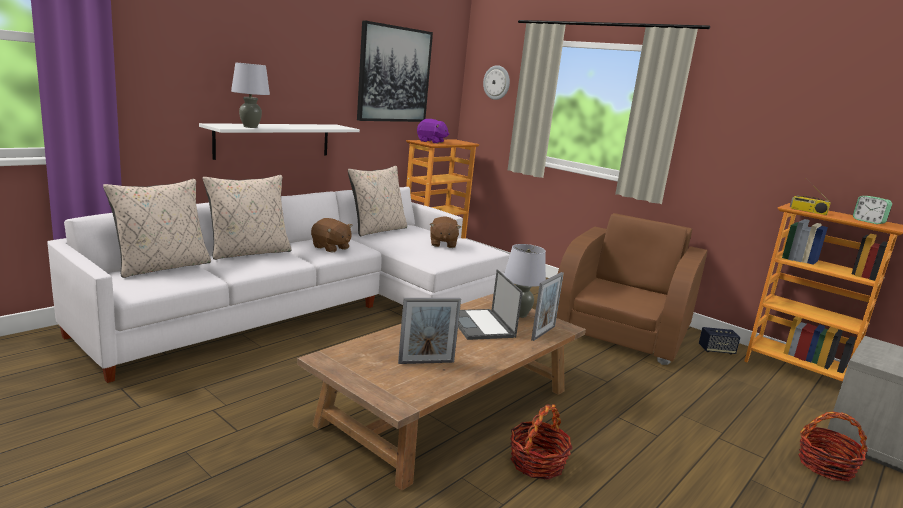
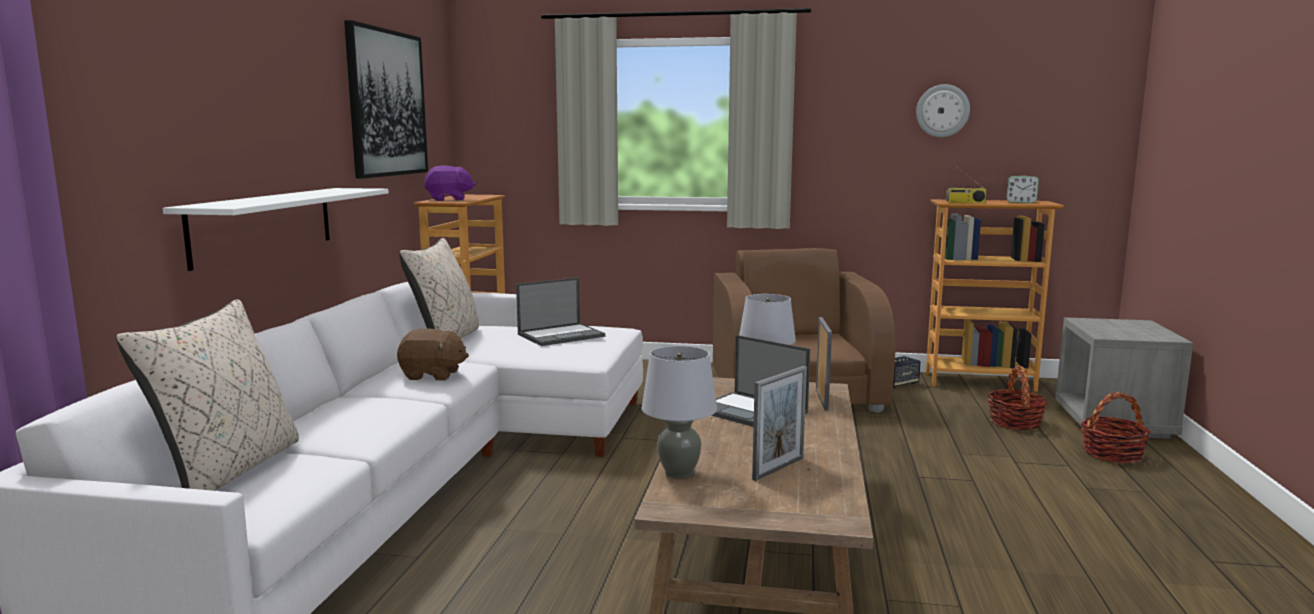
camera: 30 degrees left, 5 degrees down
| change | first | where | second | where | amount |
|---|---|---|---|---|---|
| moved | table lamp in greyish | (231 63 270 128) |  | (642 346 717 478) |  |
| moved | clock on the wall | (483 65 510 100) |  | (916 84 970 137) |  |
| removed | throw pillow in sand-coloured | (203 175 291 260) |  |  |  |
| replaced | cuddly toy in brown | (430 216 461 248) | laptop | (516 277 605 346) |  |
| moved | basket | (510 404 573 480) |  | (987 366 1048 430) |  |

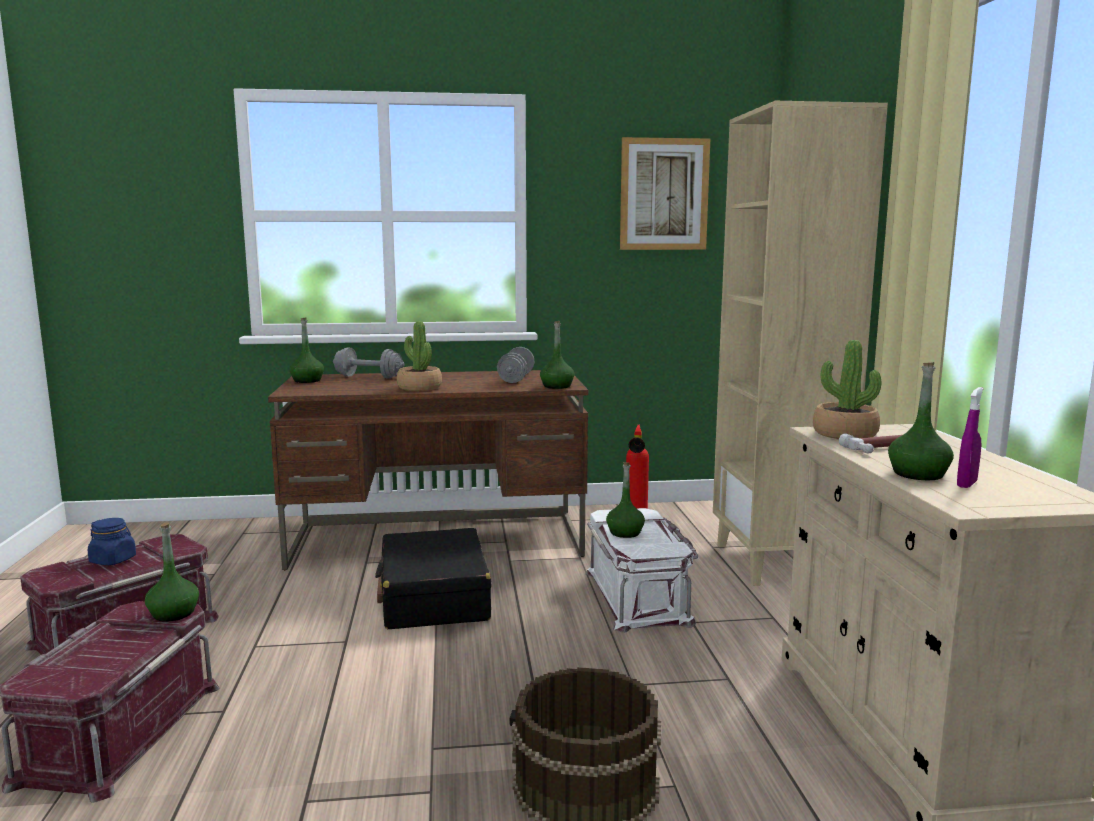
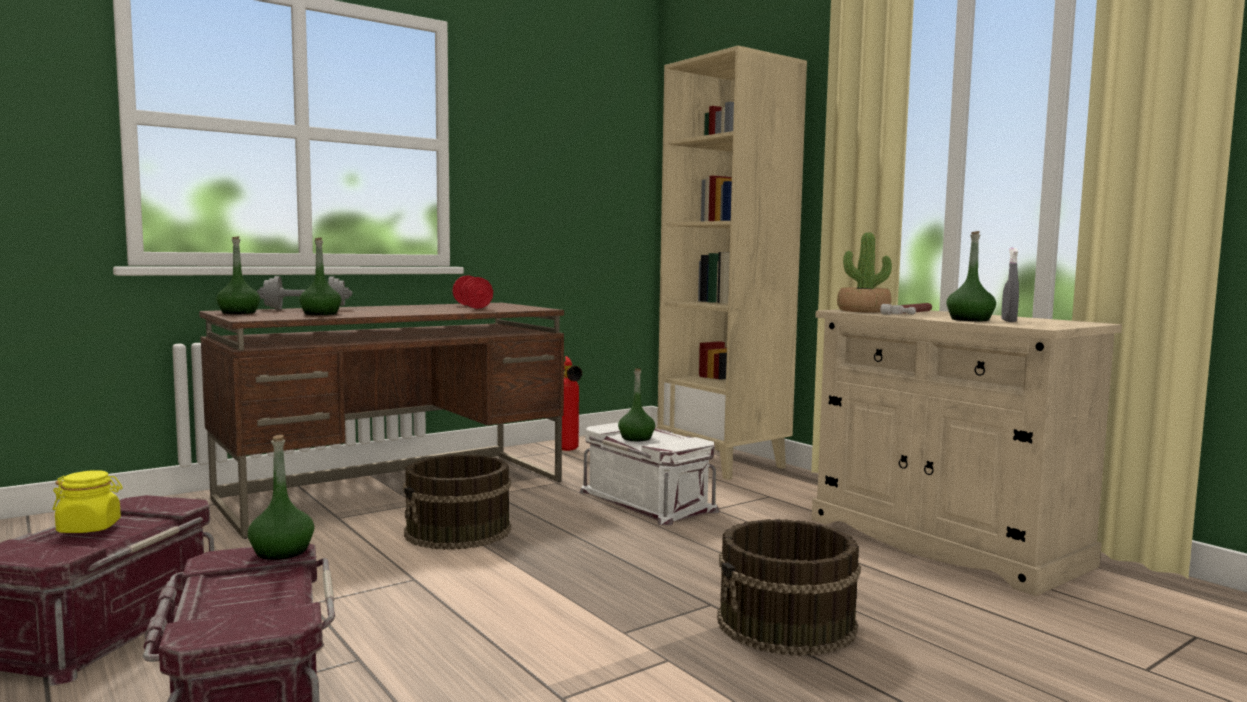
camera: 30 degrees left, 5 degrees down
| change | first | where | second | where | amount |
|---|---|---|---|---|---|
| removed | wall picture | (620 137 710 250) |  |  |  |
| removed | potted plant | (397 321 442 391) |  |  |  |
| moved | bottle in green-coloured | (540 321 574 389) |  | (299 237 342 315) |  |
| recoloured | hand weight in greyish | (497 347 535 383) | hand weight in red-coloured | (452 275 493 309) |  |
| recoloured | spray bottle in purple-coloured | (957 387 983 488) | spray bottle in greyish | (1001 248 1019 322) |  |
| recoloured | preserve jar in bluish | (87 518 136 565) | preserve jar in yellowish | (52 470 123 533) |  |
| replaced | suitcase in blackish | (375 528 492 629) | pail in brown | (403 455 511 550) |  |

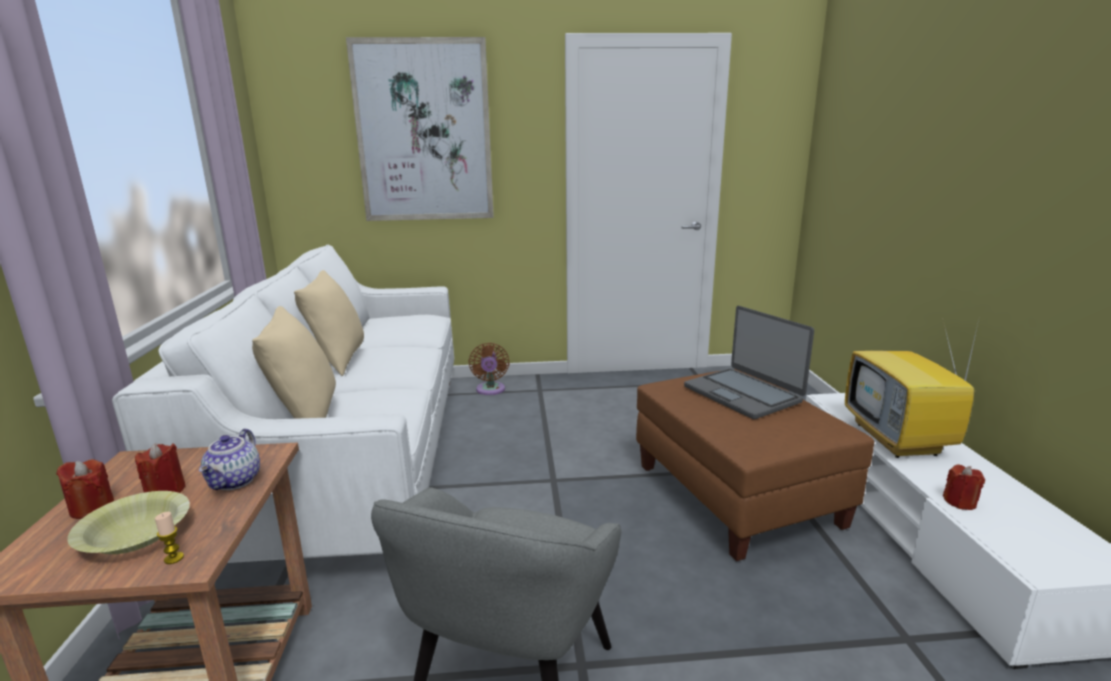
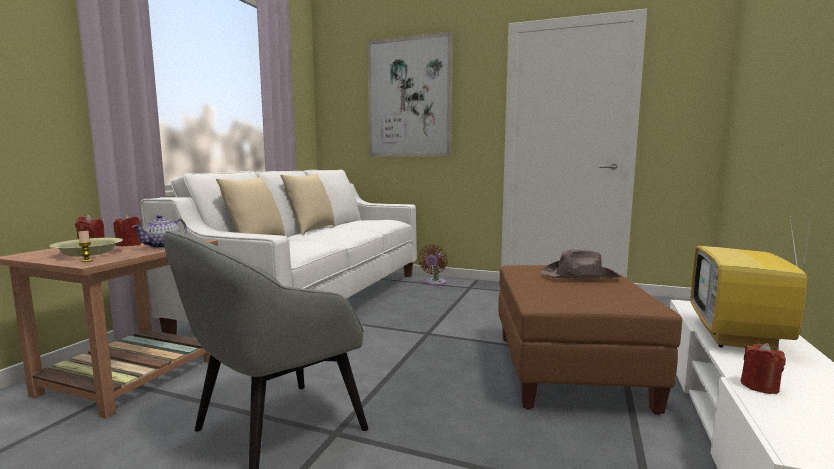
camera: 25 degrees right, 10 degrees down
| change | first | where | second | where | amount |
|---|---|---|---|---|---|
| replaced | laptop | (684 306 814 419) | hat in brown | (540 249 621 278) |  |

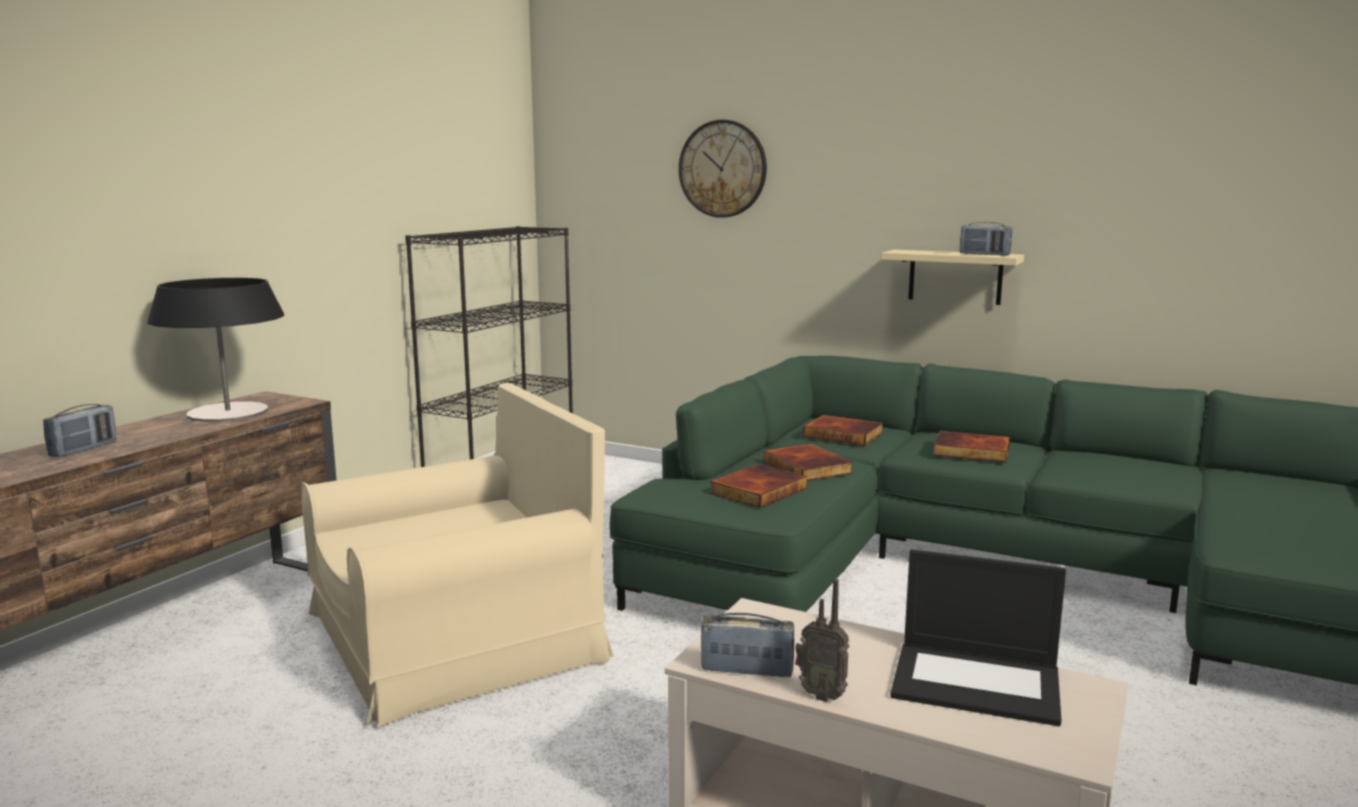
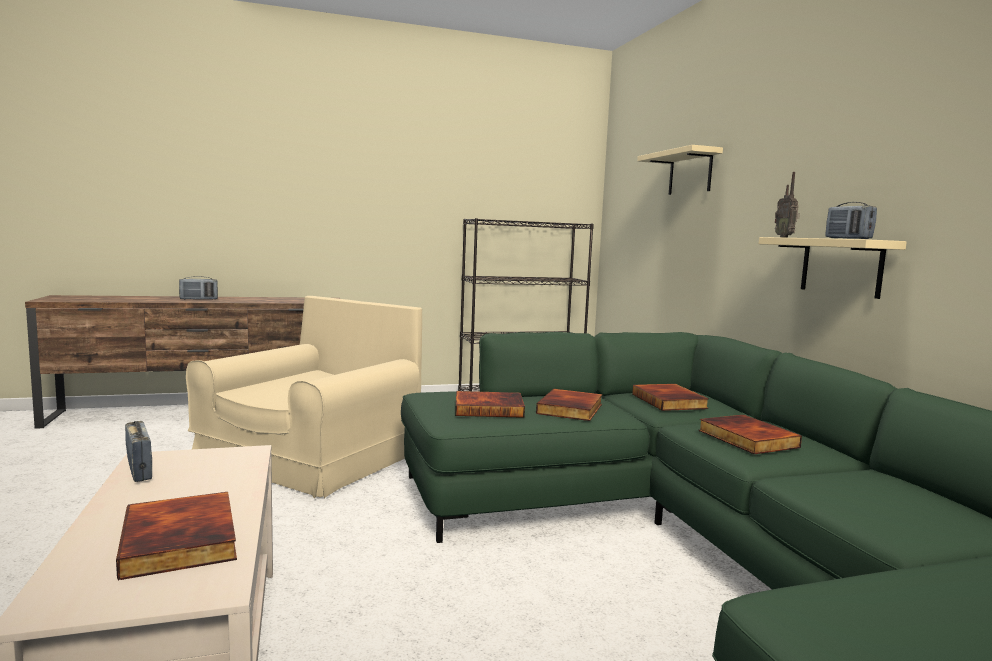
camera: 45 degrees right, 5 degrees down
| change | first | where | second | where | amount |
|---|---|---|---|---|---|
| replaced | clock on the wall | (679 120 767 218) | bracket shelf in sand-coloured | (637 145 723 195) |  |
| removed | table lamp | (147 278 284 422) |  |  |  |
| turned | easy chair in sand-coloured | (301 383 614 728) |  | (186 296 422 499) | 75 degrees counterclockwise |
| replaced | laptop | (890 549 1066 726) | volume | (116 492 237 580) |  |
| moved | radio | (795 579 849 702) |  | (775 172 800 238) |  |

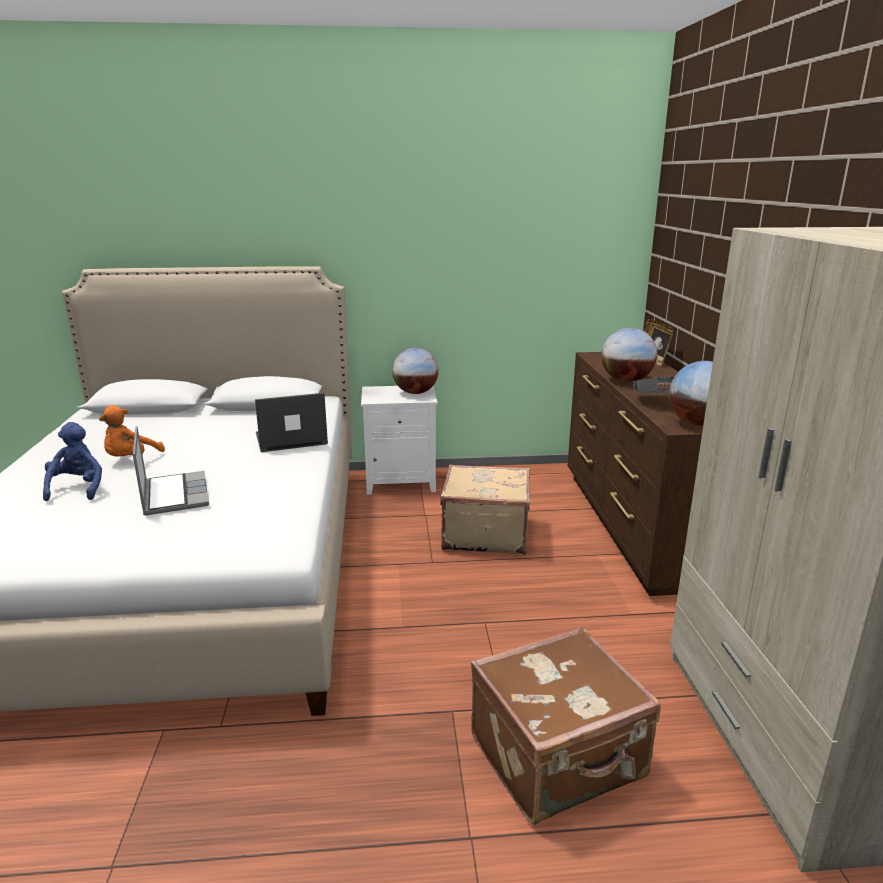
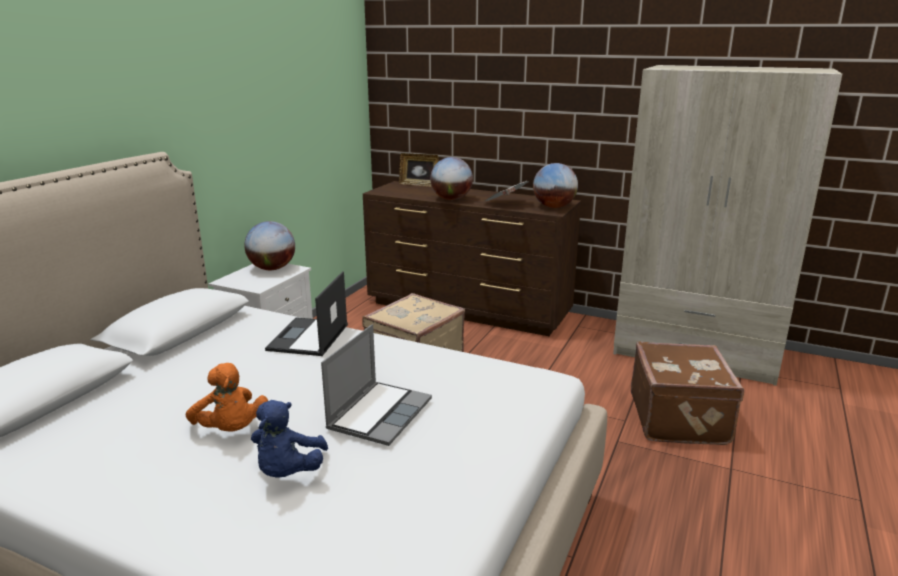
camera: 60 degrees left, 0 degrees up
| change | first | where | second | where | amount |
|---|---|---|---|---|---|
| turned | cuddly toy in bluish | (43 422 102 501) |  | (251 400 328 478) | 105 degrees counterclockwise |
| turned | laptop | (133 426 209 515) |  | (321 324 432 446) | 105 degrees clockwise |

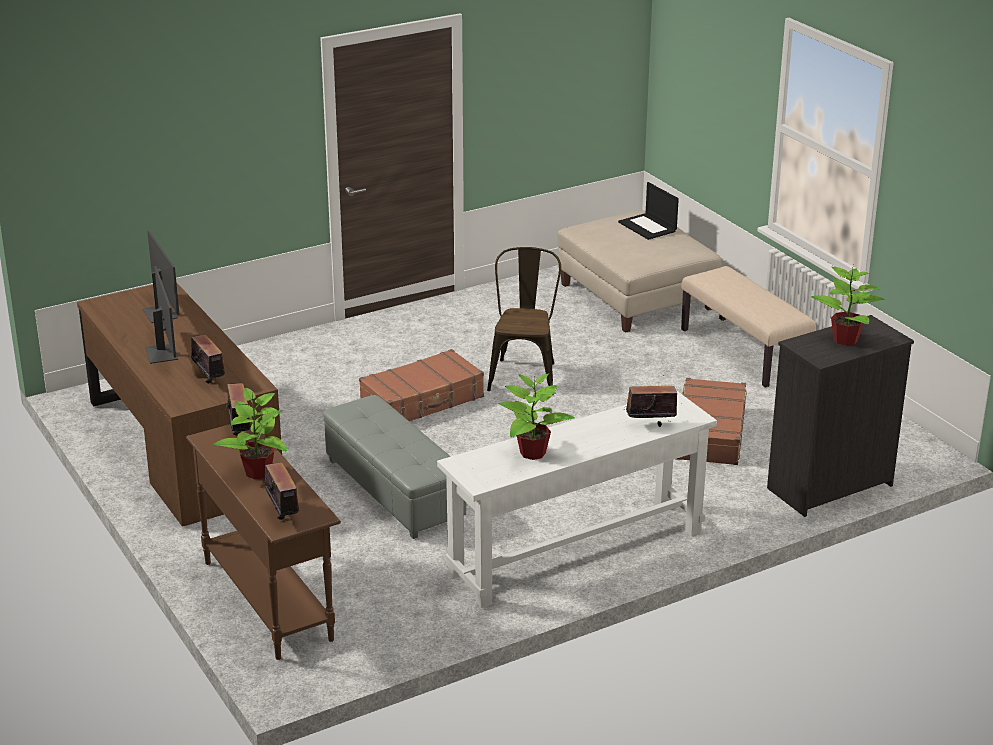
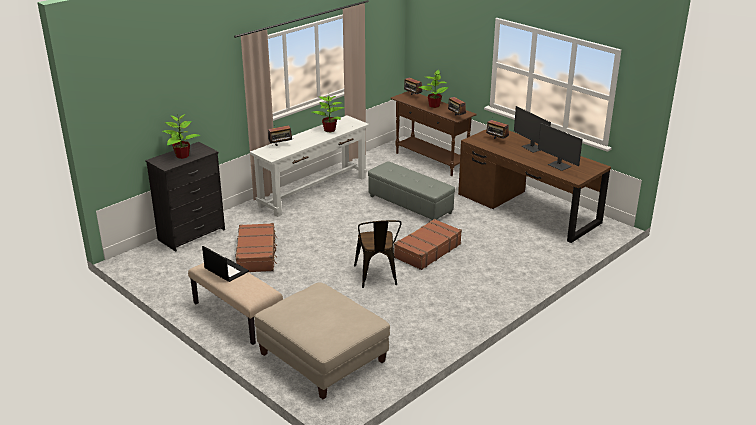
camera: 165 degrees right, 0 degrees up
| change | first | where | second | where | amount |
|---|---|---|---|---|---|
| moved | laptop | (618 182 679 240) |  | (202 246 249 282) |  |

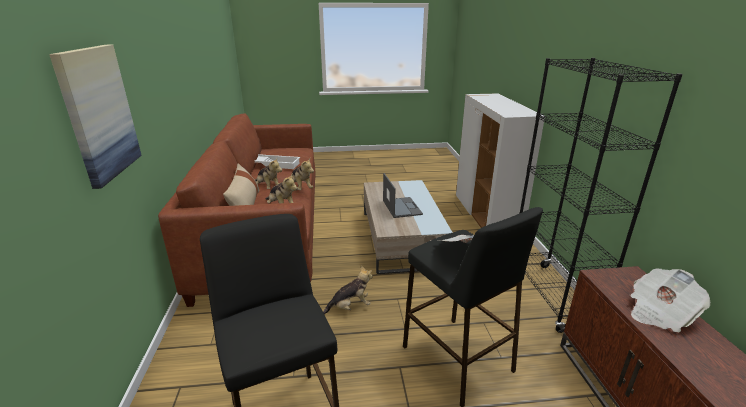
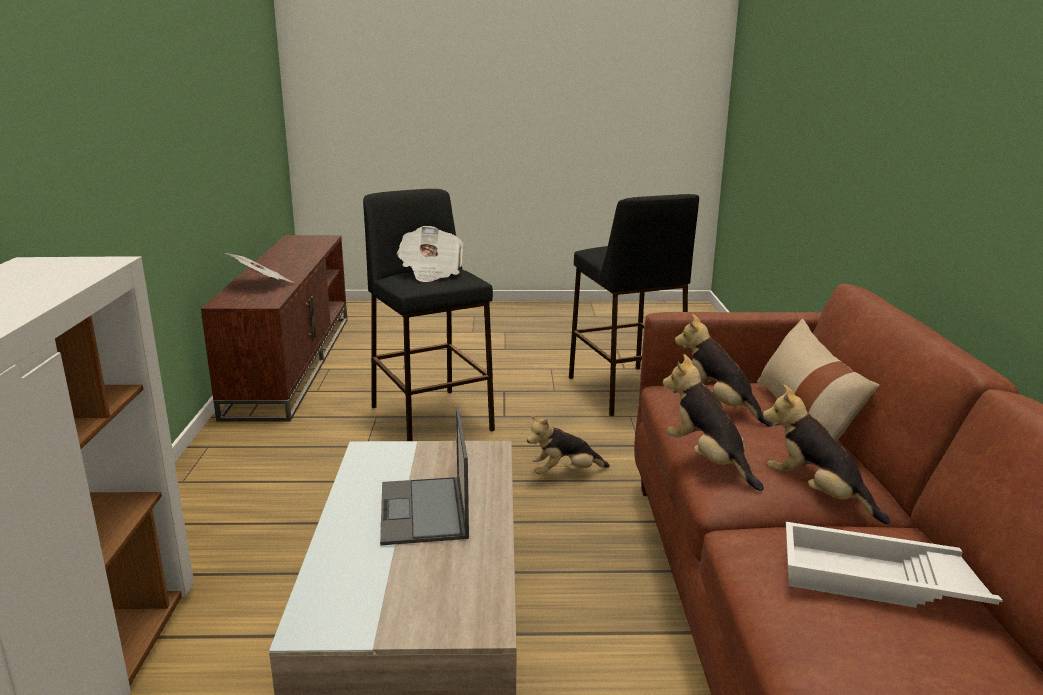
camera: 175 degrees left, 5 degrees down
| change | first | where | second | where | amount |
|---|---|---|---|---|---|
| removed | wall picture | (49 45 142 189) |  |  |  |
| removed | shelving unit in blackish | (519 58 683 333) |  |  |  |

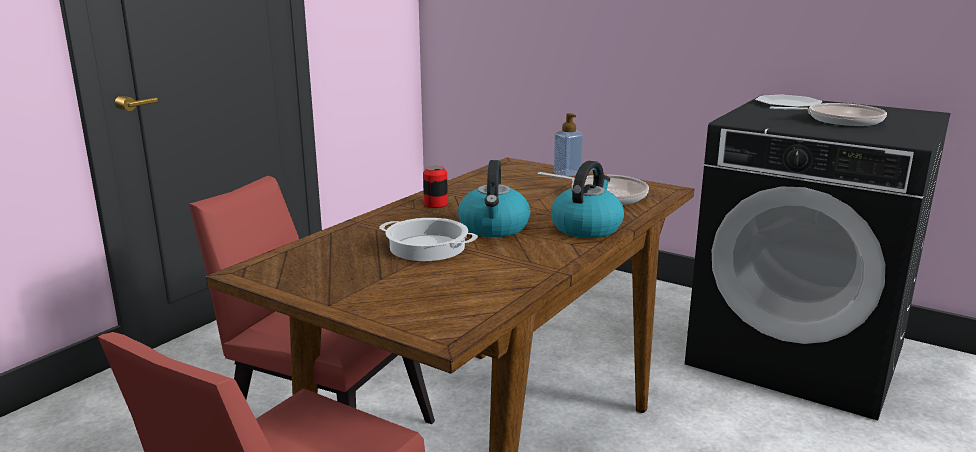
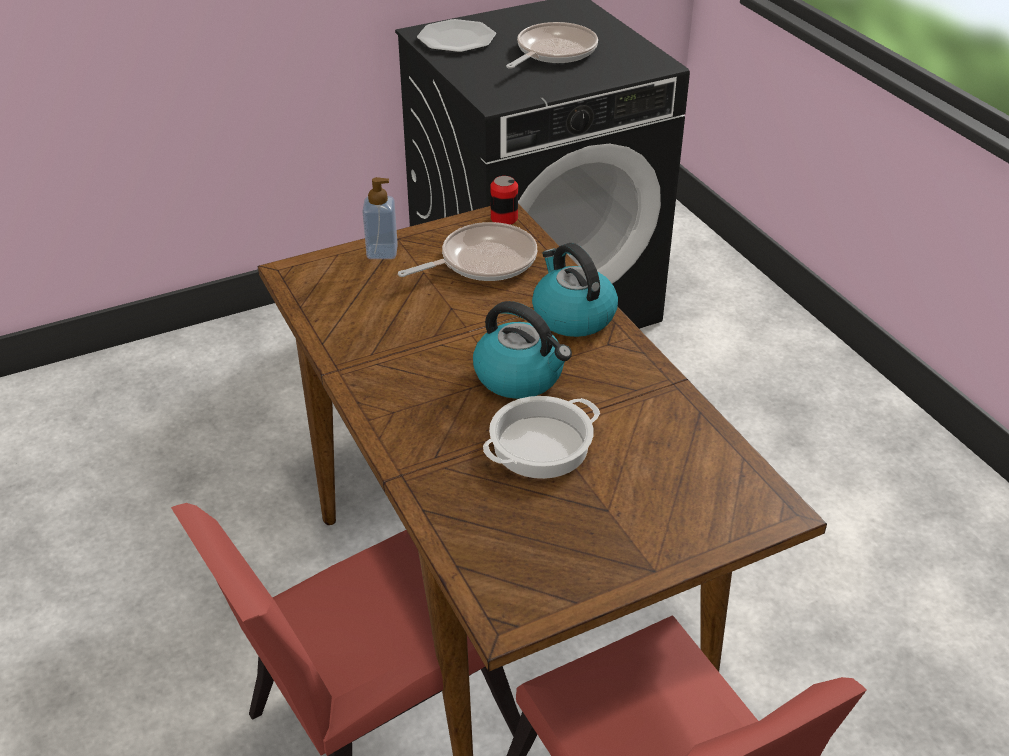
camera: 60 degrees left, 20 degrees up
| change | first | where | second | where | amount |
|---|---|---|---|---|---|
| moved | can | (423 166 448 208) |  | (490 176 518 225) |  |

